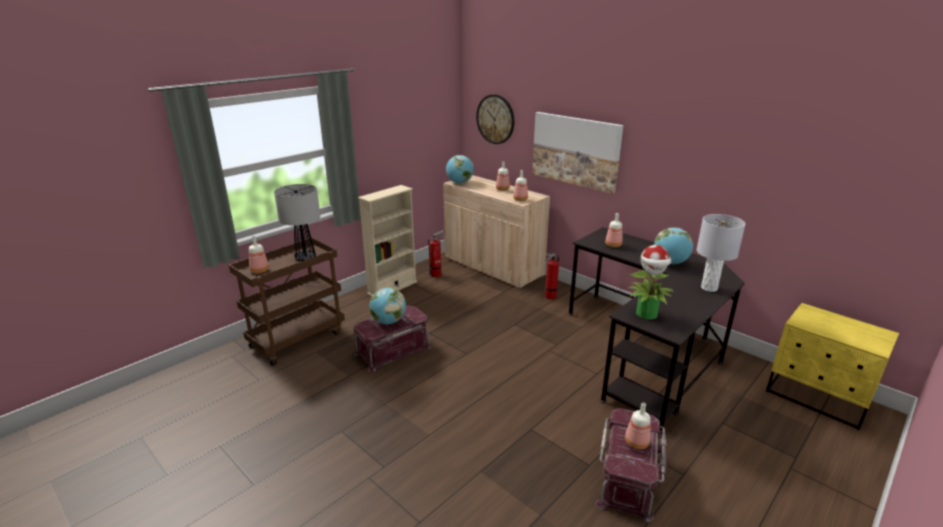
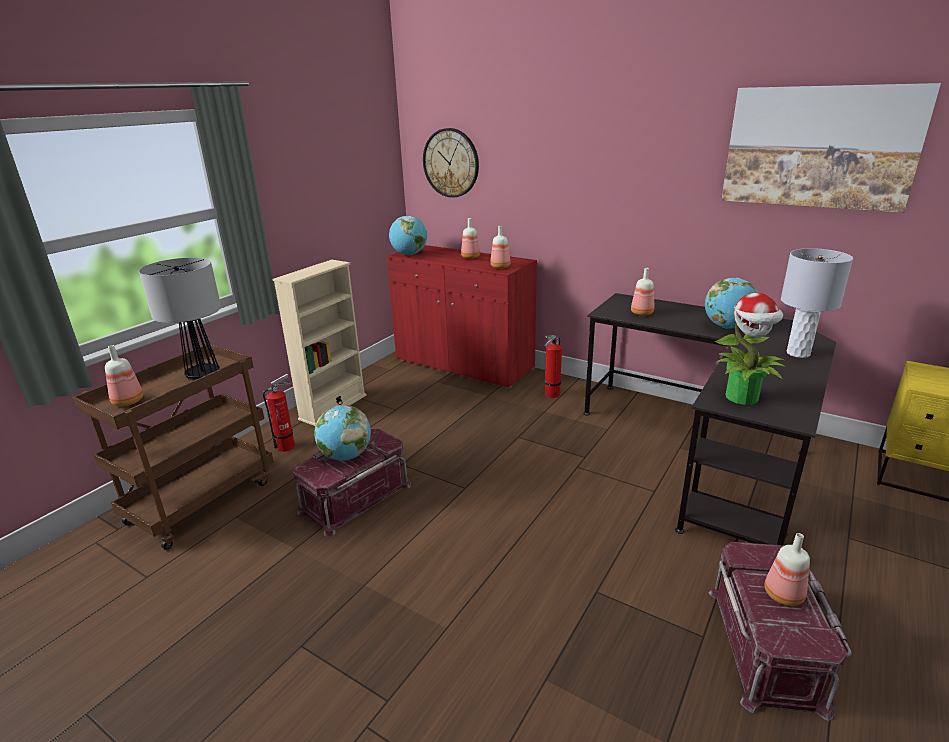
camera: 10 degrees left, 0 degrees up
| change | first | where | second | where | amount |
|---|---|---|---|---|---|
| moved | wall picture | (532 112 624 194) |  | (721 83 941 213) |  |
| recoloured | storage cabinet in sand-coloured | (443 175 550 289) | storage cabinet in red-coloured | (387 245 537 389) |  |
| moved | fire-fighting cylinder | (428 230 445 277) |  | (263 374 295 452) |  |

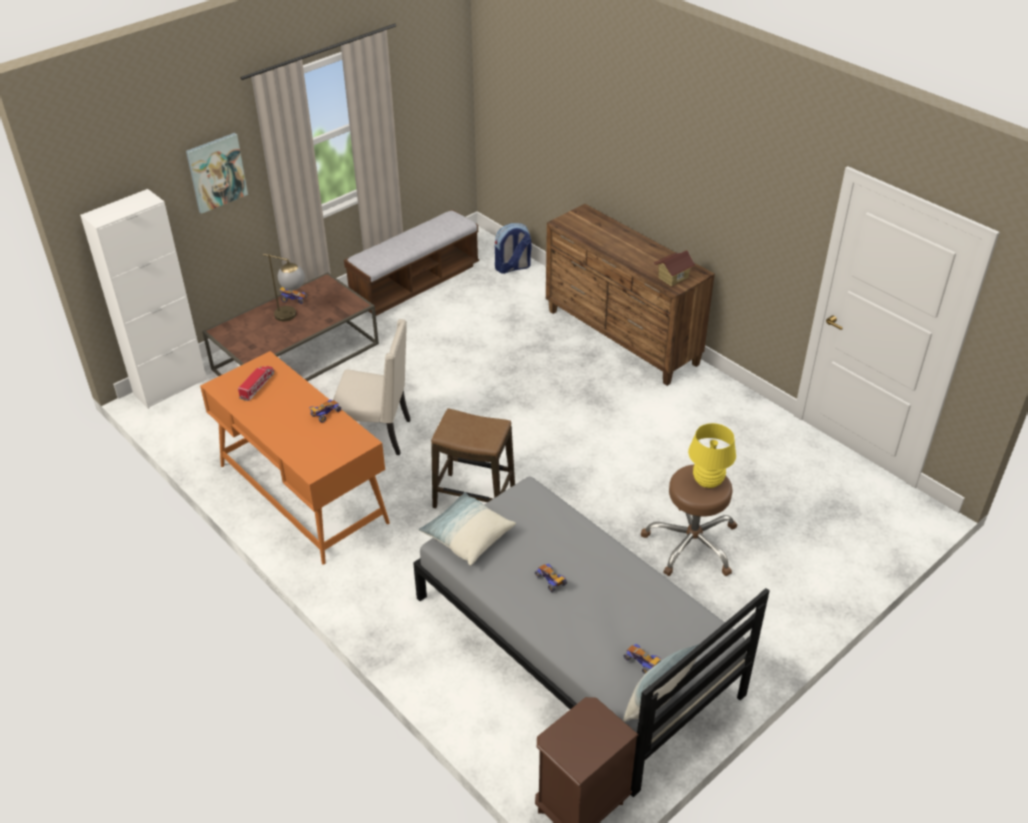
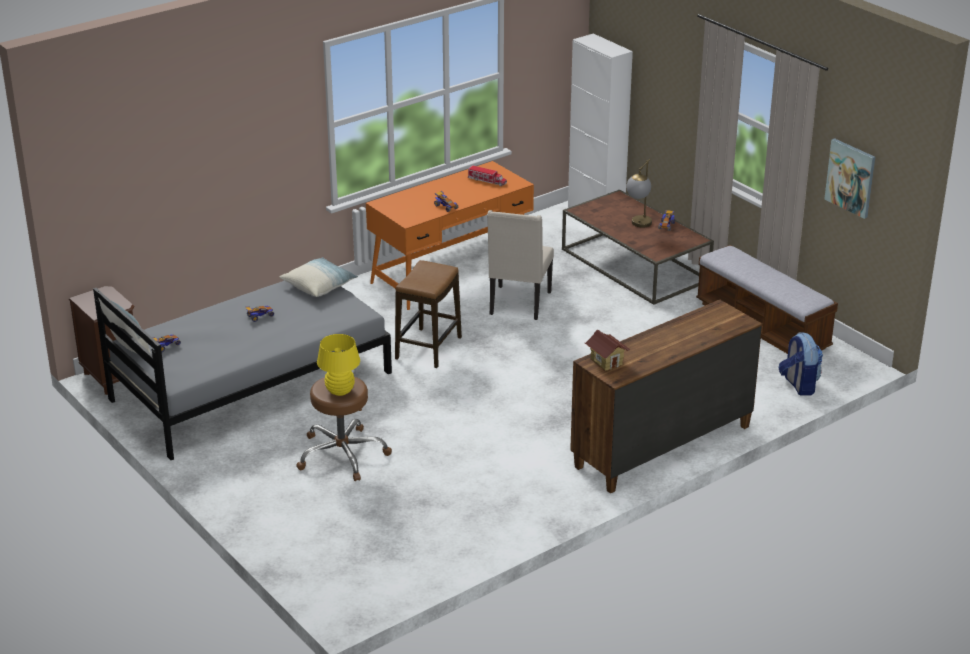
camera: 95 degrees right, 10 degrees down
| change | first | where | second | where | amount |
|---|---|---|---|---|---|
| moved | wall picture | (186 133 248 214) |  | (824 138 875 219) |  |

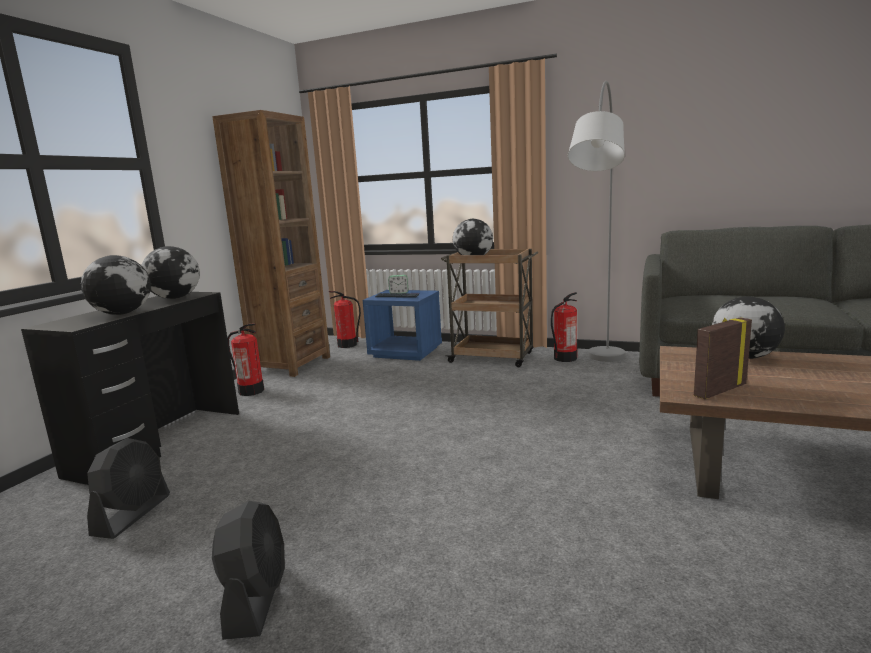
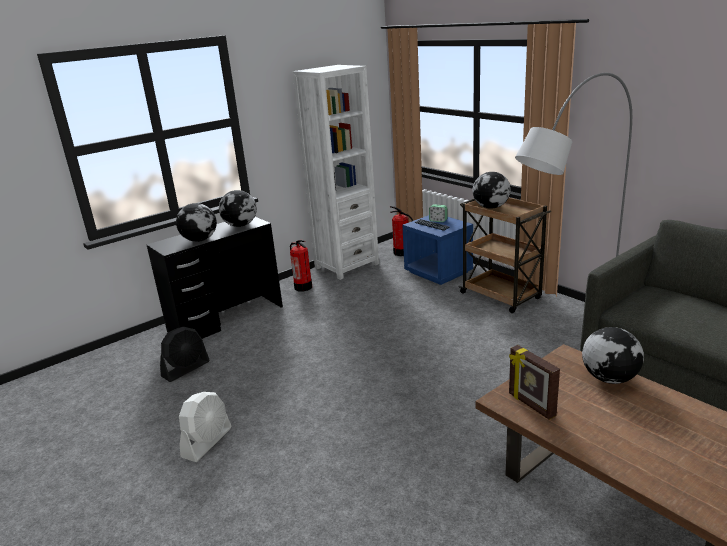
camera: 30 degrees right, 10 degrees up
| change | first | where | second | where | amount |
|---|---|---|---|---|---|
| recoloured | shelving unit in brown | (212 110 330 377) | shelving unit in white | (293 65 379 280) |  |
| removed | fire-fighting cylinder | (551 292 577 362) |  |  |  |
| turned | picture frame | (694 317 752 399) |  | (509 345 560 420) | 120 degrees counterclockwise |
| recoloured | fan in blackish | (212 501 285 640) | fan in white | (179 392 231 462) |  |

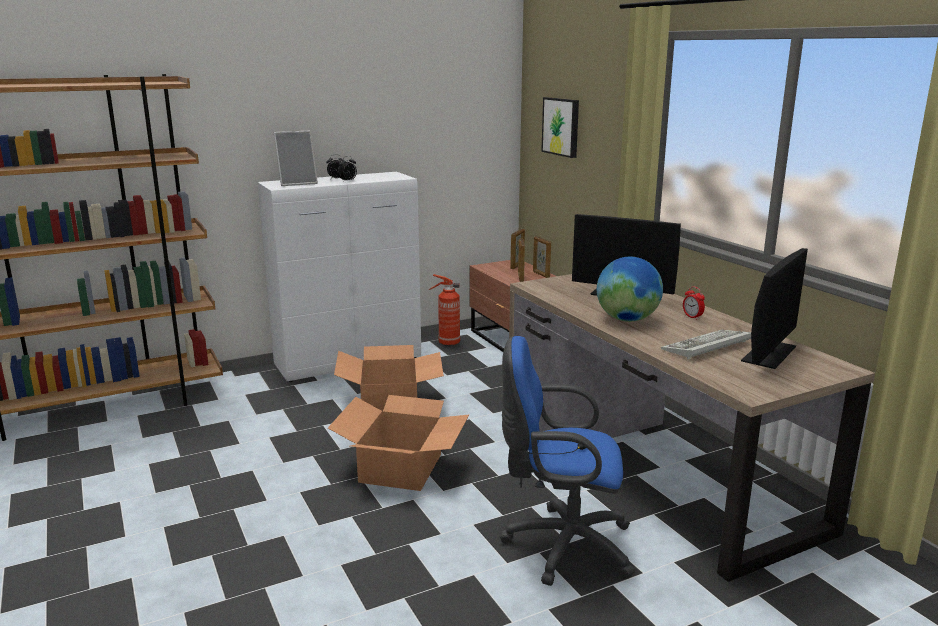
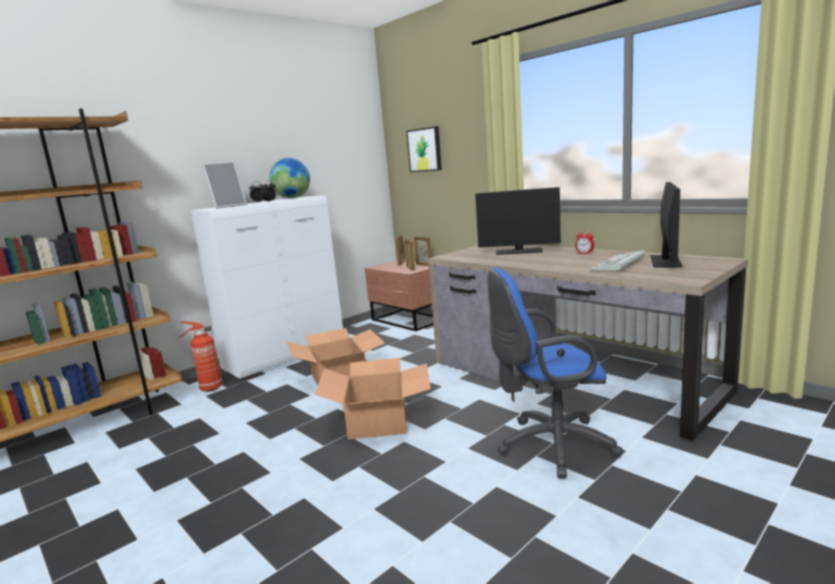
camera: 15 degrees left, 5 degrees down
| change | first | where | second | where | amount |
|---|---|---|---|---|---|
| moved | globe | (597 257 663 322) |  | (269 158 310 198) |  |
| moved | fire-fighting cylinder | (429 274 460 346) |  | (179 321 222 392) |  |

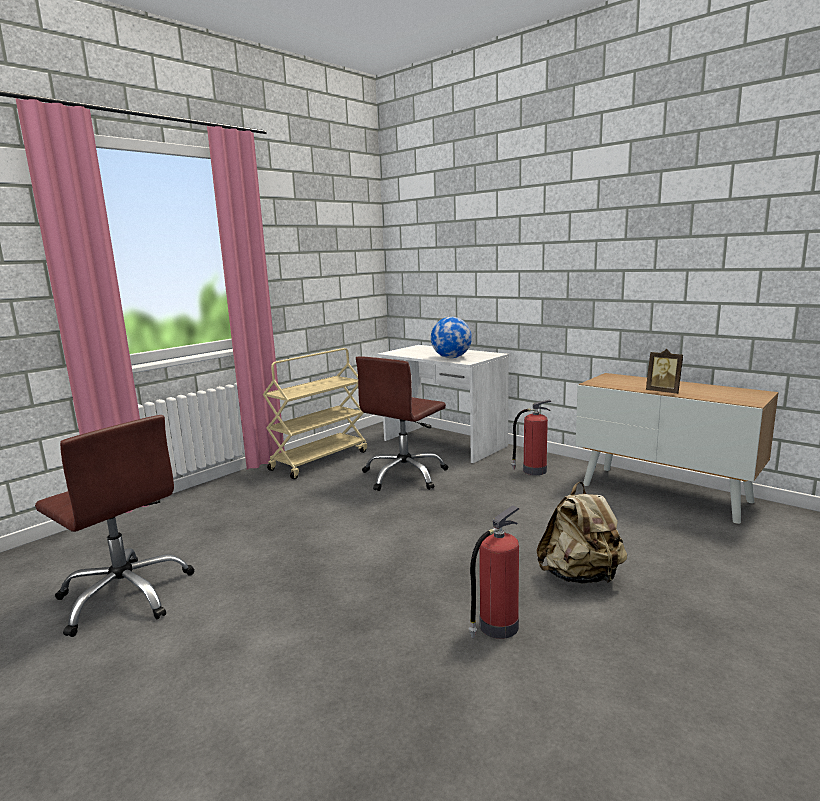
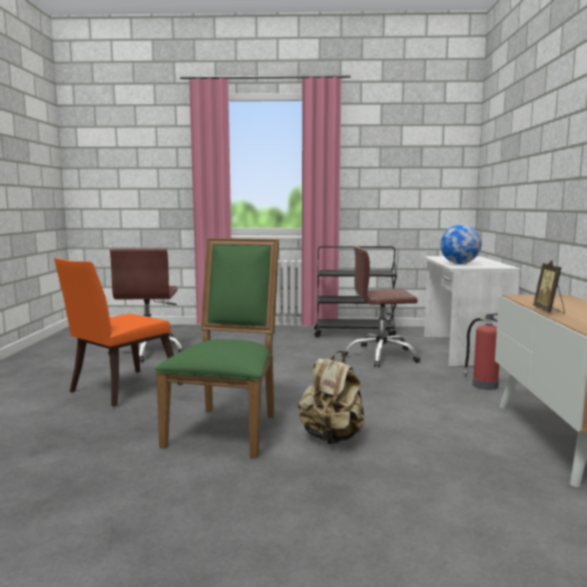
camera: 50 degrees right, 5 degrees down
| change | first | where | second | where | amount |
|---|---|---|---|---|---|
| recoloured | cart in sand-coloured | (263 348 367 479) | cart in blackish | (314 246 397 338) |  |
| replaced | fire-fighting cylinder | (469 505 519 639) | upright chair in green-coloured | (155 238 279 458) |  |
| added |  |  | upright chair in orange-coloured | (54 258 183 407) |  |

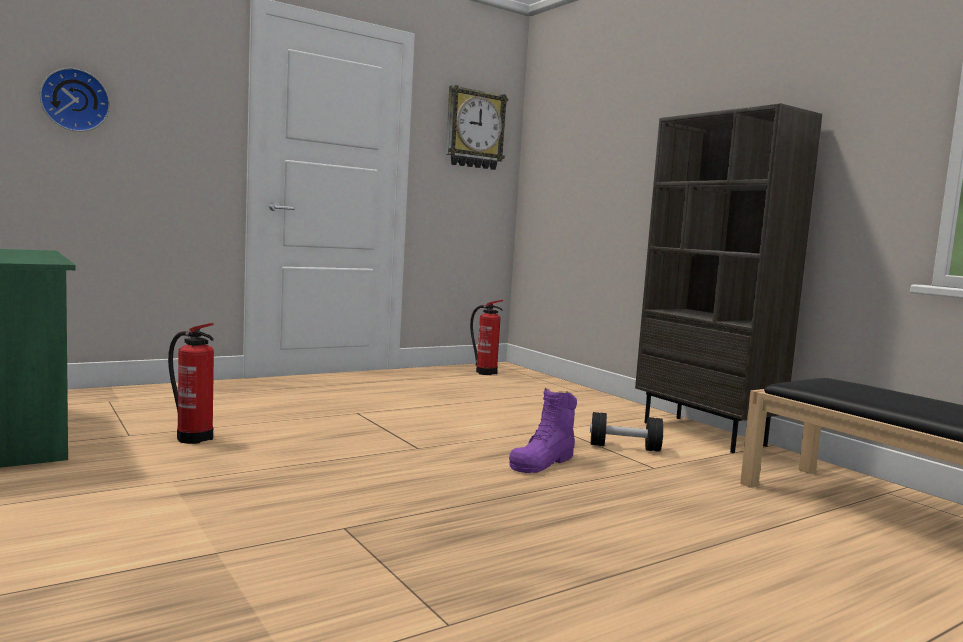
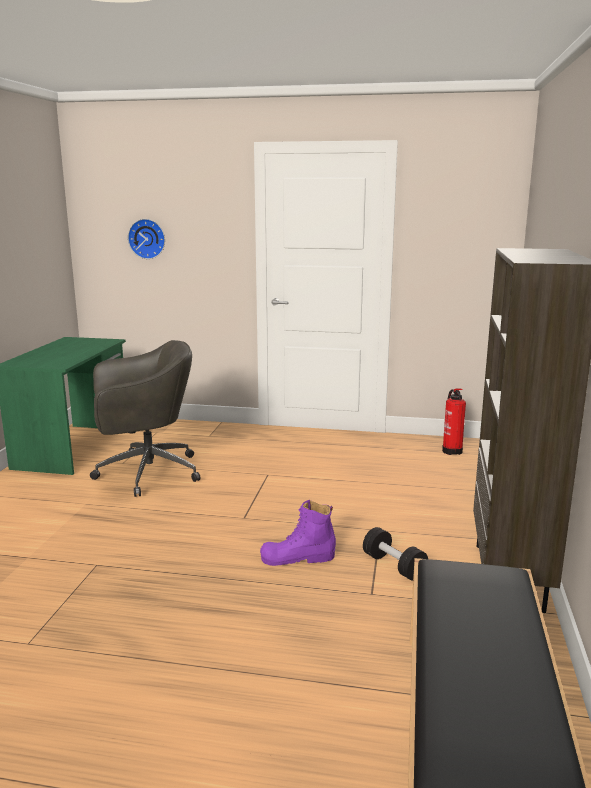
camera: 45 degrees right, 10 degrees up
| change | first | where | second | where | amount |
|---|---|---|---|---|---|
| removed | clock on the wall | (446 85 508 170) |  |  |  |
| replaced | fire-fighting cylinder | (168 323 214 444) | computer chair in greyish | (90 340 201 497) |  |

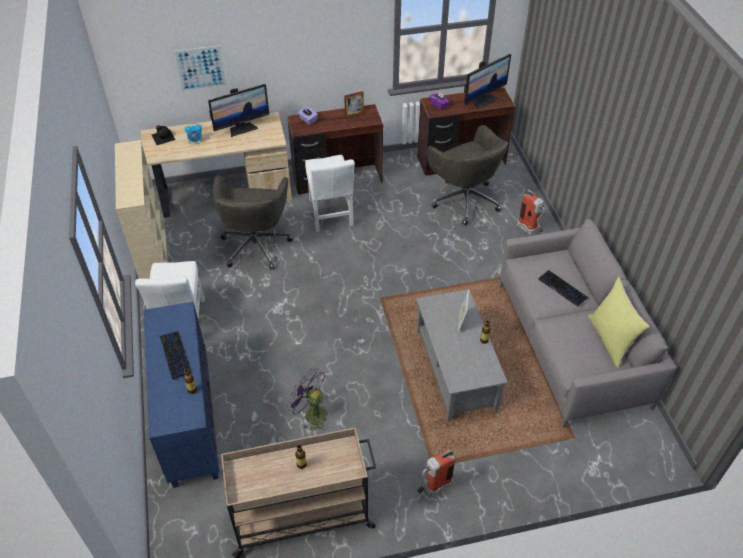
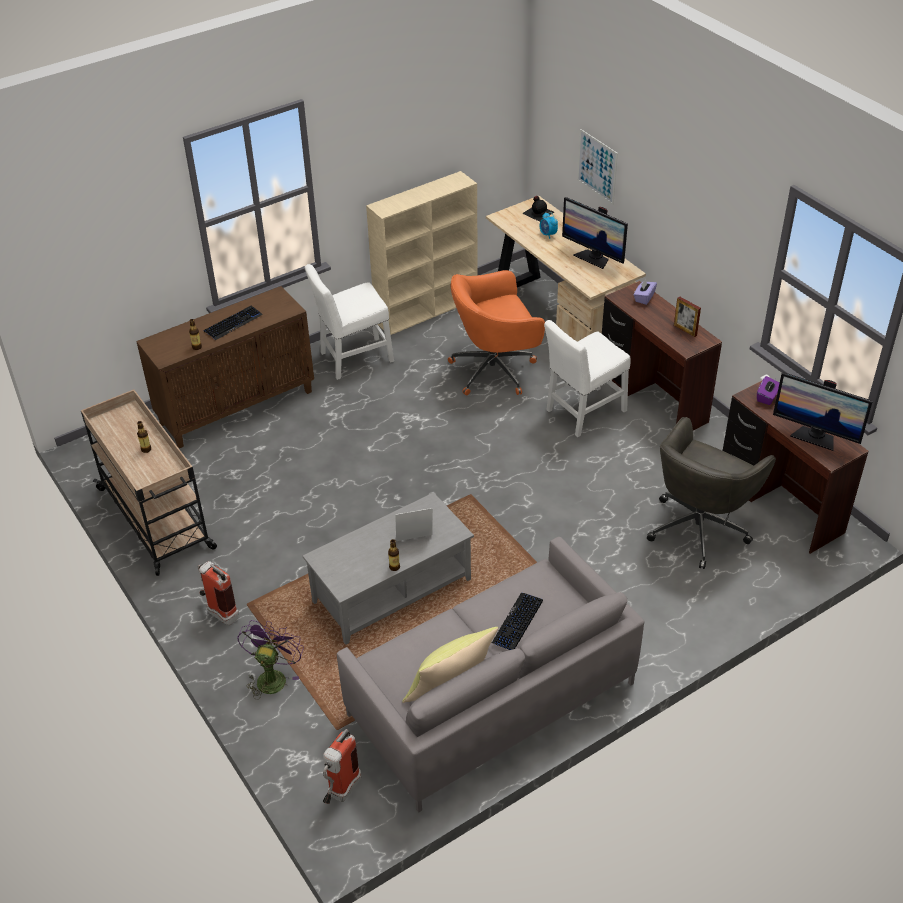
camera: 70 degrees right, 5 degrees down
| change | first | where | second | where | amount |
|---|---|---|---|---|---|
| recoloured | computer chair in greyish | (213 175 293 270) | computer chair in orange-coloured | (448 270 545 395) |  |
| moved | fire-fighting cylinder | (517 189 545 235) |  | (323 729 361 804) |  |
| recoloured | storage cabinet in bluish | (143 302 219 488) | storage cabinet in brown | (136 286 314 448) |  |
| moved | fan in purple-coloured | (287 369 328 432) |  | (238 620 304 700) |  |

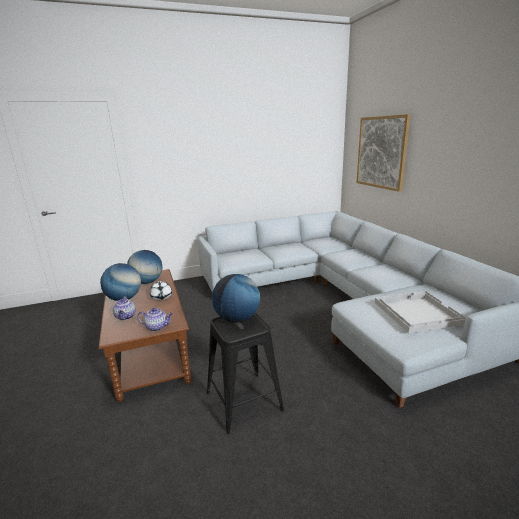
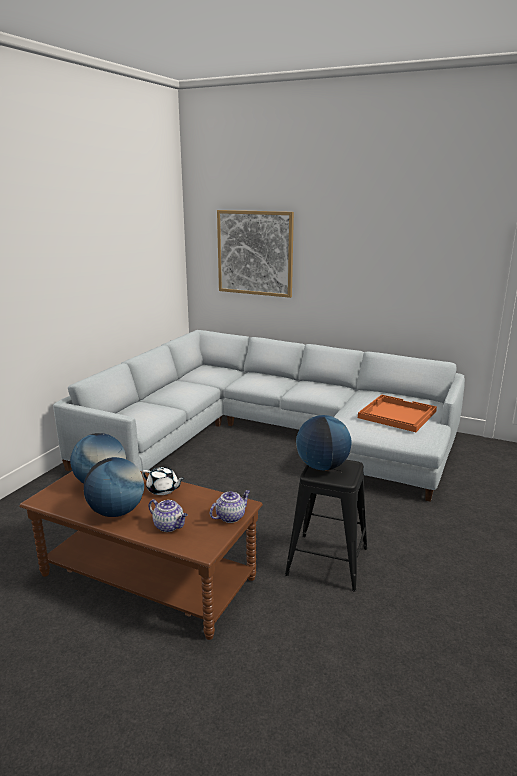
camera: 45 degrees left, 0 degrees up
| change | first | where | second | where | amount |
|---|---|---|---|---|---|
| recoloured | serving tray in white | (375 291 466 333) | serving tray in orange-coloured | (358 395 437 432) |  |

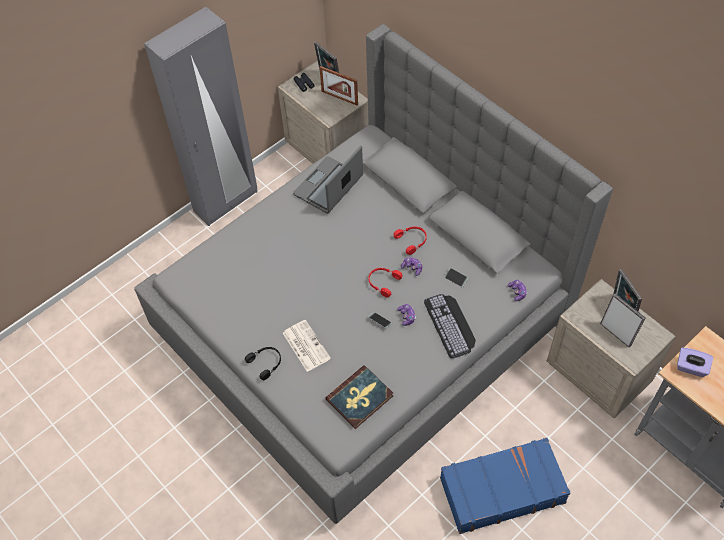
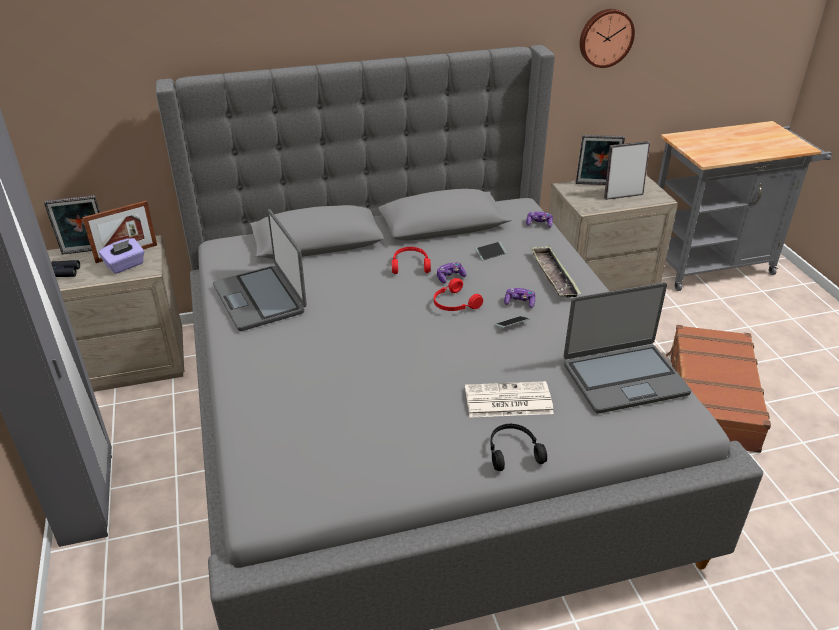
camera: 65 degrees left, 20 degrees down
| change | first | where | second | where | amount |
|---|---|---|---|---|---|
| replaced | PC keyboard | (424 294 476 359) | serving tray | (531 246 581 298) |  |
| moved | tissue box in purple-coloured | (677 348 714 377) |  | (99 238 145 274) |  |
| replaced | volume | (325 365 393 429) | laptop | (564 283 692 414) |  |
| recoloured | suitcase in bluish | (440 438 571 534) | suitcase in brown | (666 325 771 453) |  |
| added |  |  | clock on the wall | (580 9 635 68) |  |

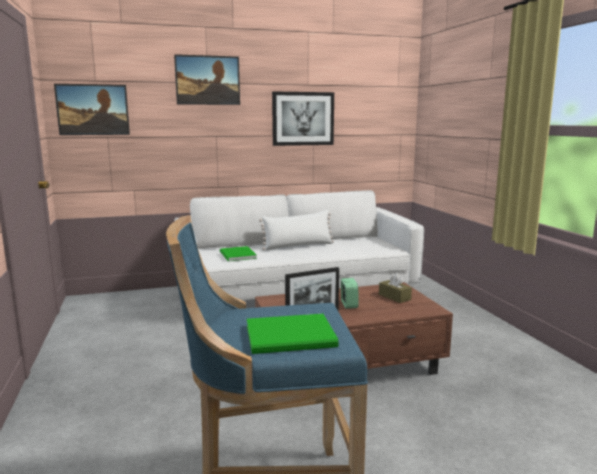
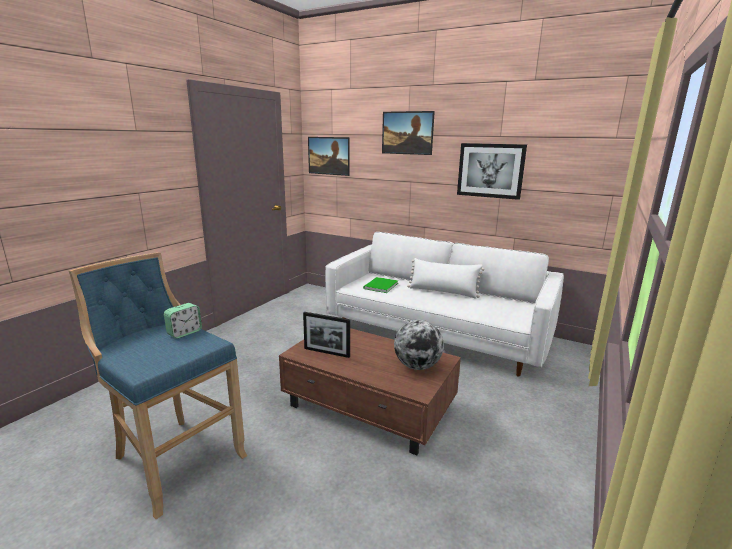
camera: 45 degrees right, 5 degrees up
| change | first | where | second | where | amount |
|---|---|---|---|---|---|
| replaced | tissue box in brown | (379 273 412 303) | globe | (394 320 444 370) |  |
| moved | table clock | (341 278 359 309) |  | (164 303 202 338) |  |
| removed | volume in green-coloured | (247 314 339 354) |  |  |  |

